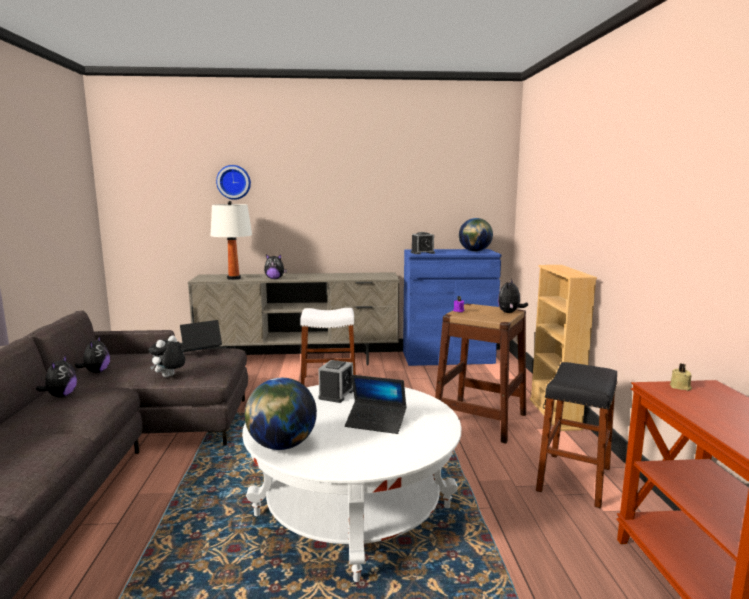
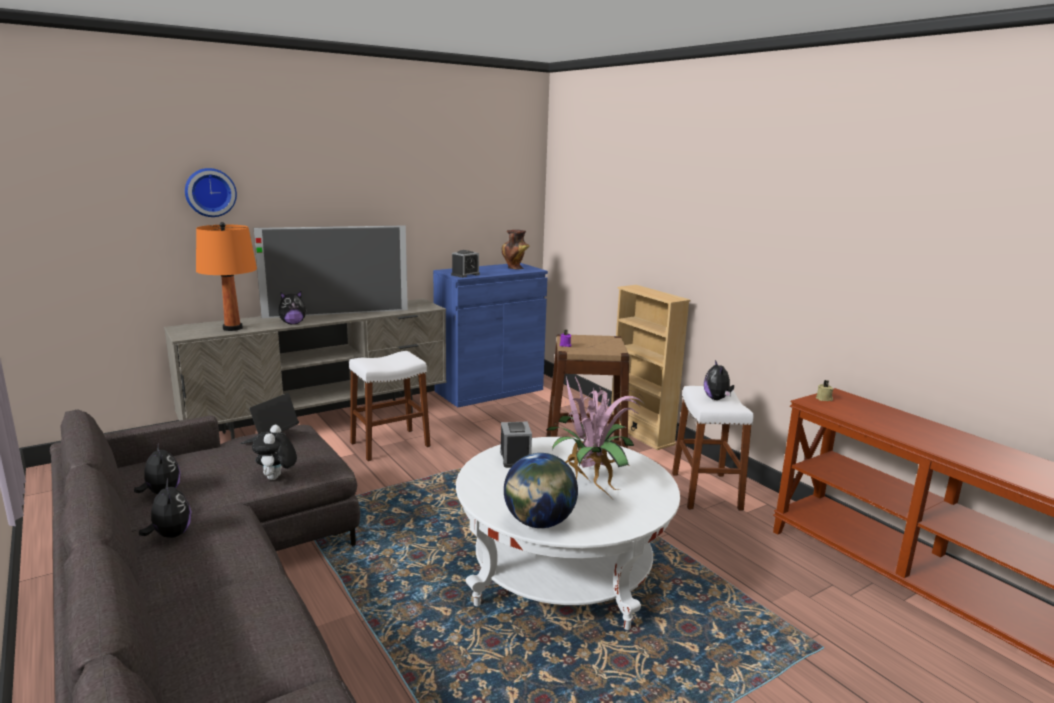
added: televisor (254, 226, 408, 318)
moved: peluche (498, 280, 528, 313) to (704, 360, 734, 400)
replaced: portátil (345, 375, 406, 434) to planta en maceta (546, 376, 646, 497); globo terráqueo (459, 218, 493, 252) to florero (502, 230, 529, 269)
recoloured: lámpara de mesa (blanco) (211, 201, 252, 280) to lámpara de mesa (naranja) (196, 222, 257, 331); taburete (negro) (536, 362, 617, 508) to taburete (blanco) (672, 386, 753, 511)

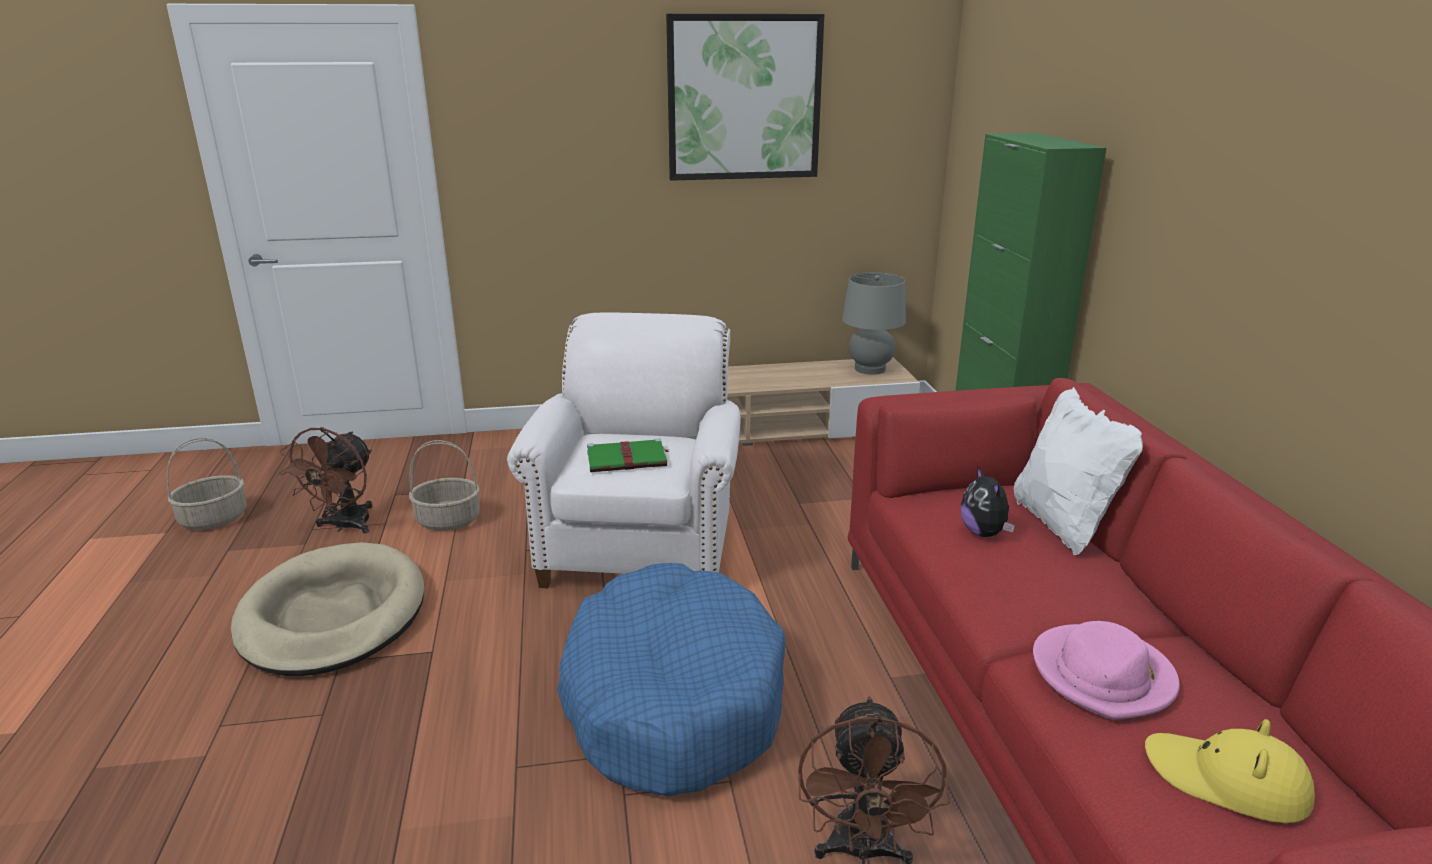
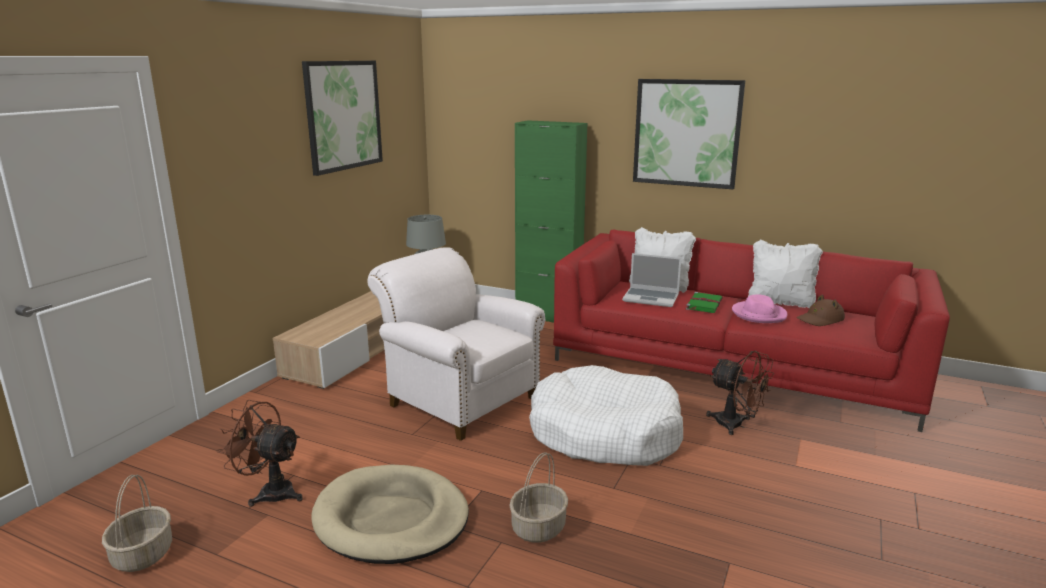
added: cuadro (633, 79, 745, 189); cojín (blanco) (748, 239, 823, 308)
moved: cesta (409, 440, 480, 531) to (509, 452, 568, 543); libro (verde) (587, 438, 669, 472) to (686, 292, 723, 313)
replaced: peluche (961, 467, 1015, 537) to portátil (622, 253, 681, 307)
recoloured: cama para perro (azul) (557, 563, 785, 797) to cama para perro (blanco) (529, 365, 683, 466); sombrero (amarillo) (1145, 719, 1315, 823) to sombrero (marrón) (797, 295, 845, 326)
turned: ventilador (marrón) (279, 427, 372, 533) = (217, 400, 303, 507) 150 degrees clockwise

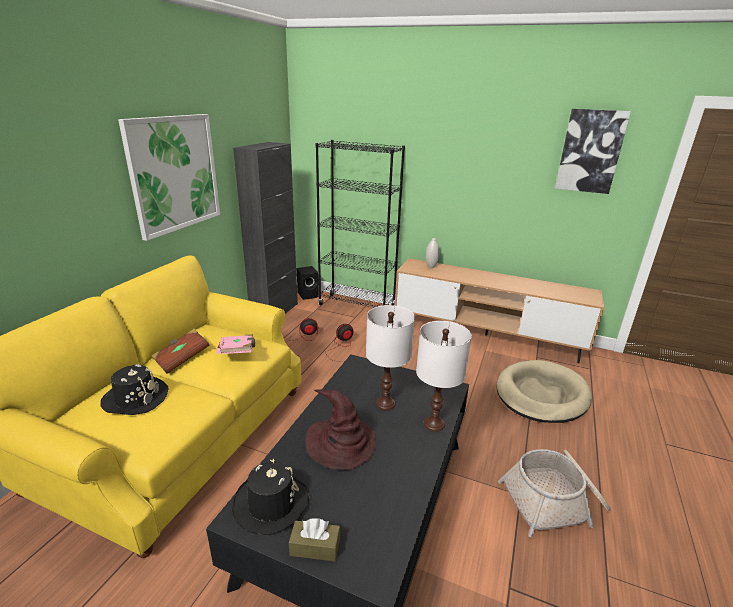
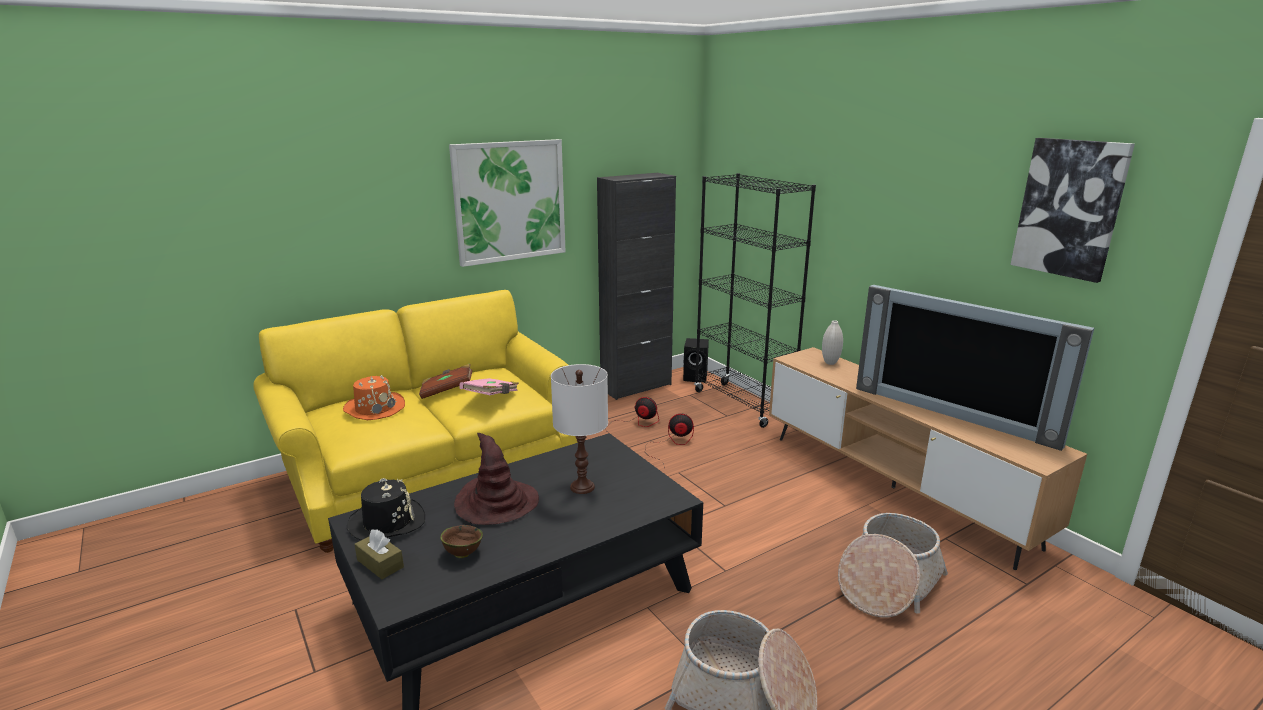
removed: lámpara de mesa (blanco) (416, 321, 472, 431)
added: cuenco (marrón) (440, 525, 483, 558); televisor (856, 285, 1094, 451)
replaced: cama para perro (beis) (496, 360, 592, 423) to cesta (838, 513, 948, 617)
recoloured: sombrero (negro) (100, 364, 169, 415) to sombrero (naranja) (343, 375, 405, 420)

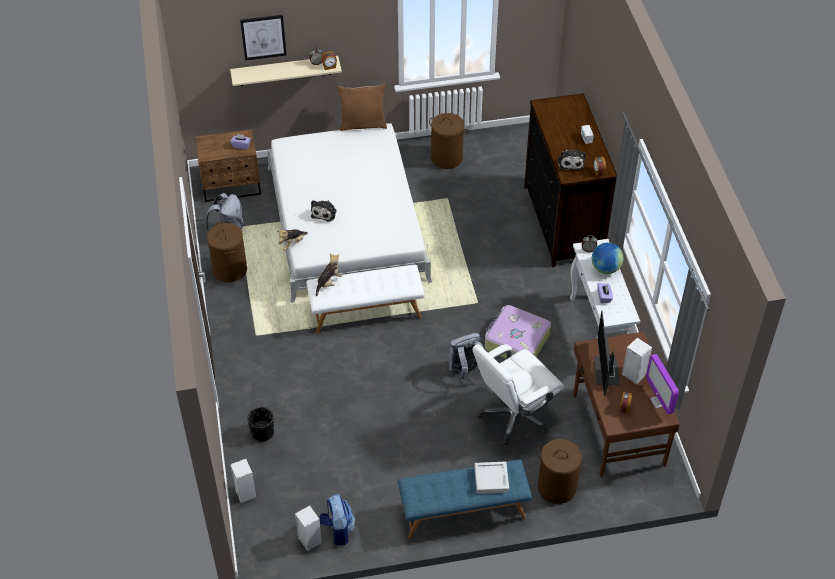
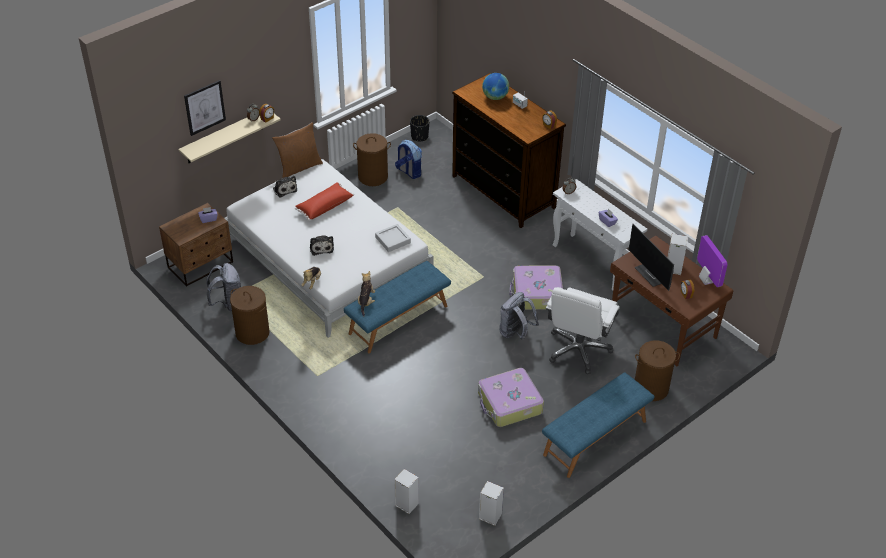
added: cojín (rojo) (295, 182, 354, 221); maleta (478, 368, 544, 427)
moved: maceta (negro) (248, 407, 274, 442) to (410, 115, 430, 141); mochila (319, 494, 356, 545) to (395, 140, 422, 179); bandeja (gris) (474, 462, 509, 494) to (375, 224, 411, 252); peluche (558, 150, 585, 171) to (273, 176, 297, 198); globo terráqueo (592, 243, 624, 274) to (482, 73, 509, 100)
recoloured: banco (blanco) (306, 265, 425, 334) to banco (azul) (344, 261, 451, 353)
turned: monitor (646, 354, 679, 415) = (697, 235, 728, 287) 150 degrees counterclockwise

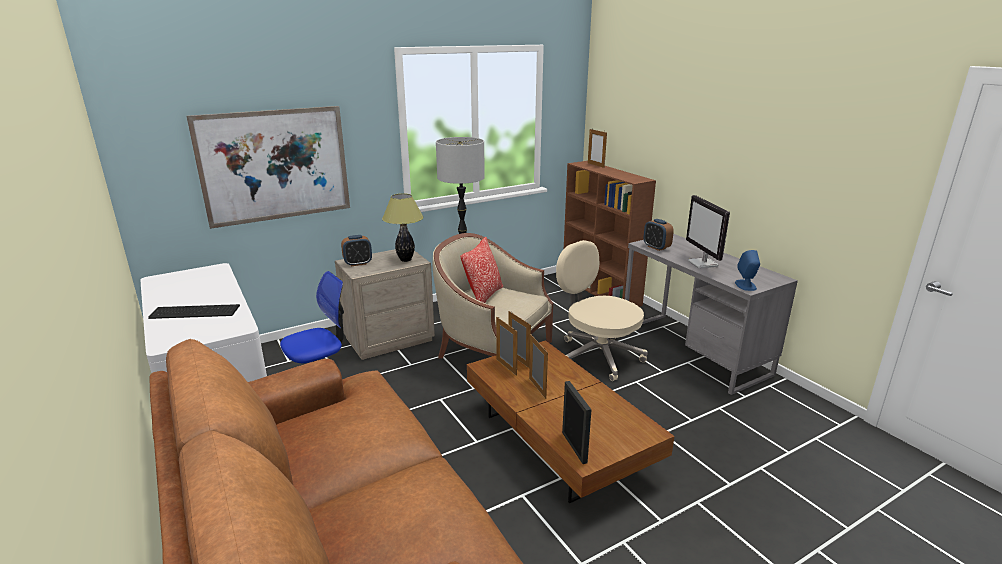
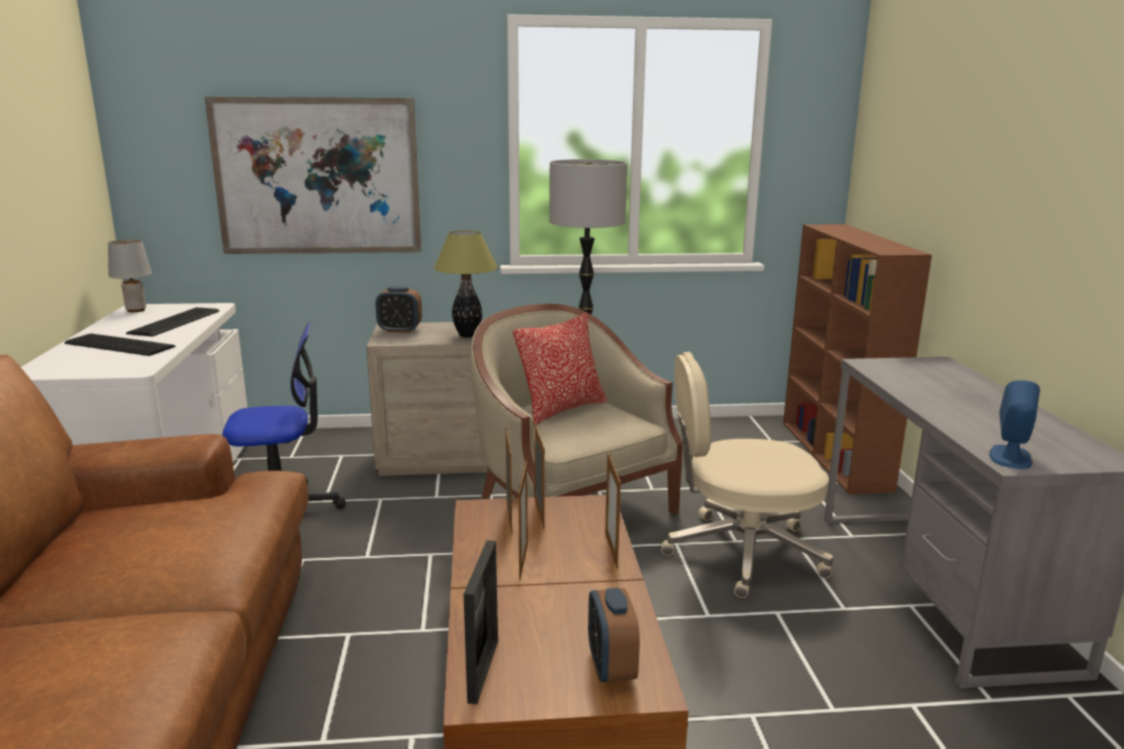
removed: monitor (686, 195, 730, 268)
added: lámpara de mesa (gris) (108, 239, 152, 312); teclado (126, 307, 220, 337)
moved: portarretratos (588, 129, 607, 168) to (605, 452, 621, 568); despertador (644, 219, 674, 251) to (588, 588, 640, 683)
turned: silla de oficina (beis) (556, 240, 648, 381) = (661, 352, 833, 598) 75 degrees counterclockwise

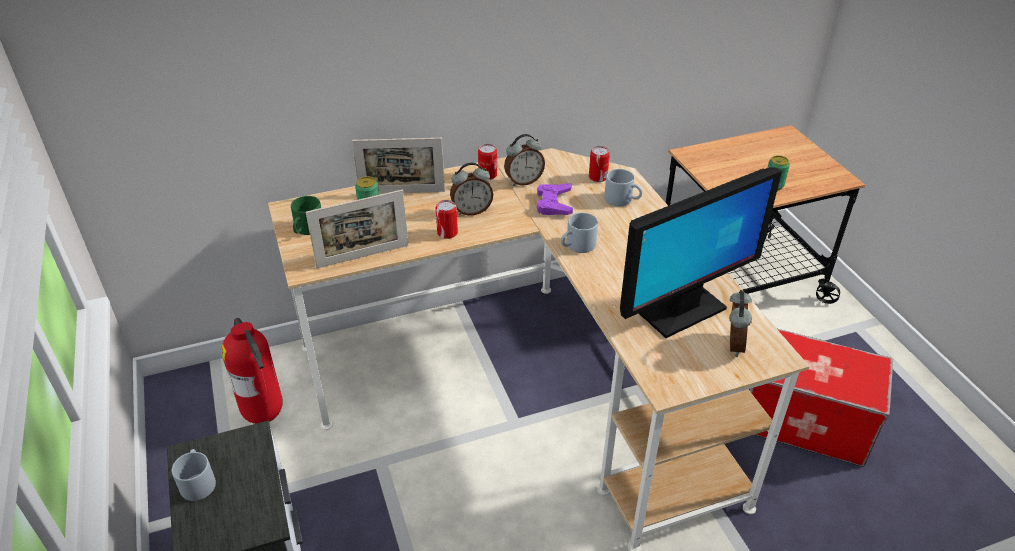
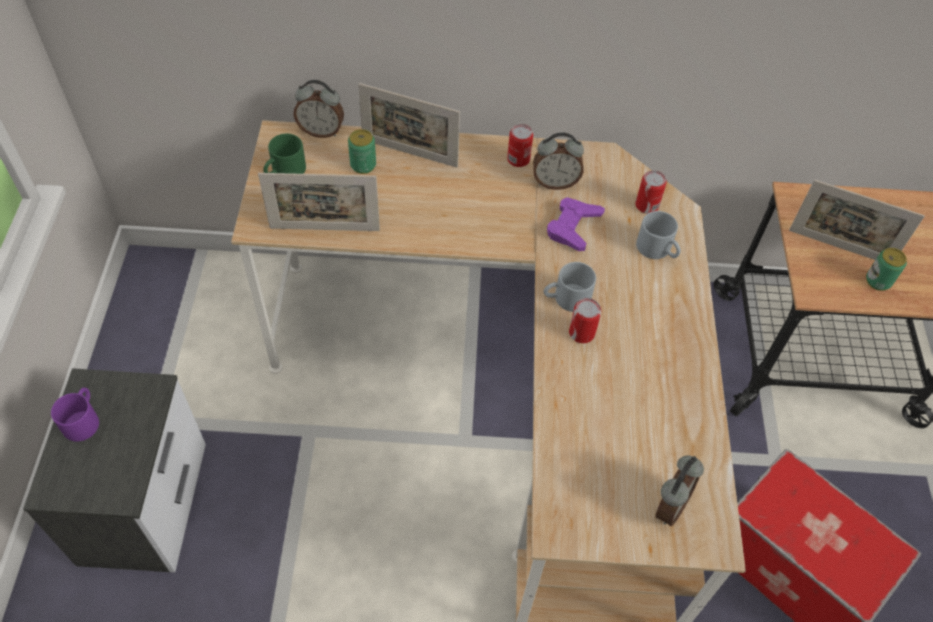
removed: extintor (221, 318, 283, 424); monitor (620, 167, 782, 338)
added: portarretratos (789, 180, 925, 260)
moved: lata (436, 200, 458, 239) to (569, 298, 601, 343); despertador (450, 163, 493, 215) to (294, 80, 344, 138)
recoloured: taza grande (gris) (172, 449, 216, 501) to taza grande (morado) (51, 388, 99, 442)

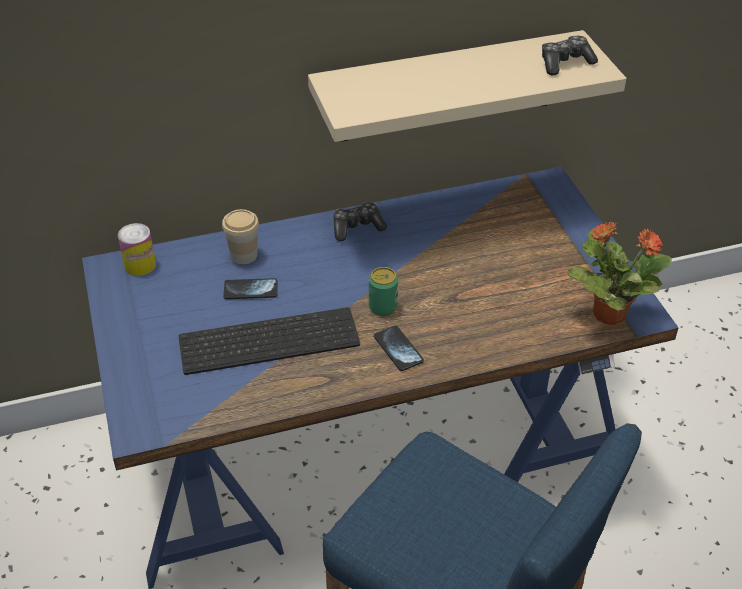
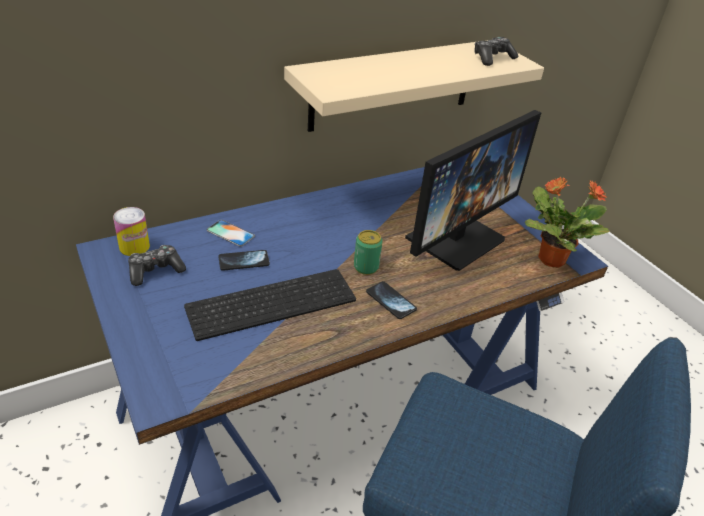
added: monitor (405, 110, 541, 271)
moved: mando de consola (334, 202, 387, 241) to (128, 245, 186, 286)
replaced: taza (222, 209, 259, 264) to móvil (206, 220, 255, 247)

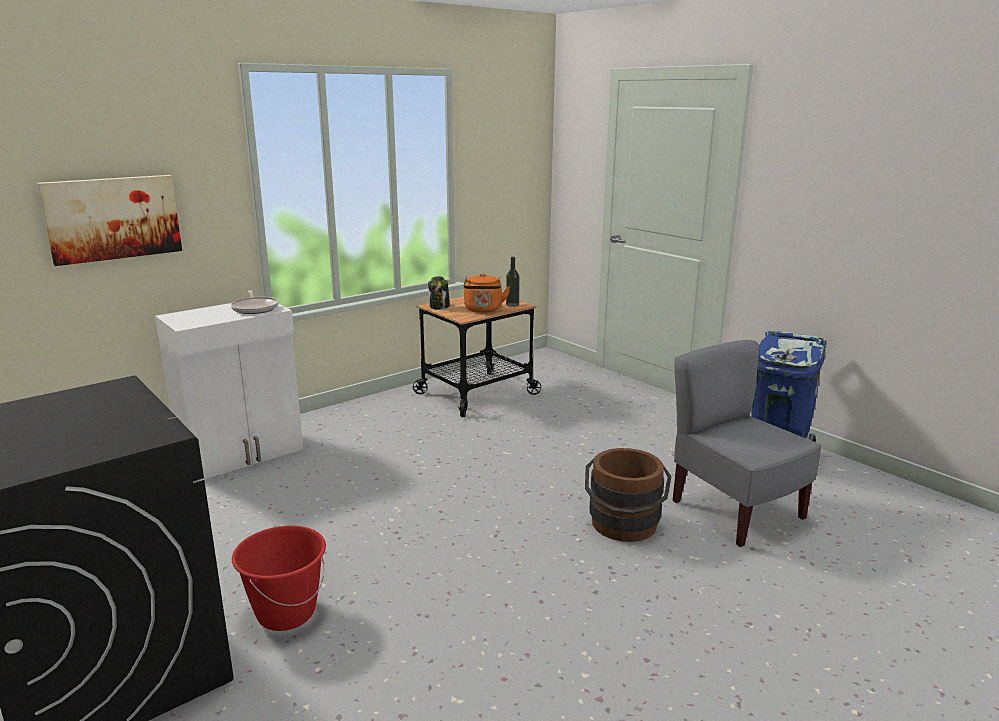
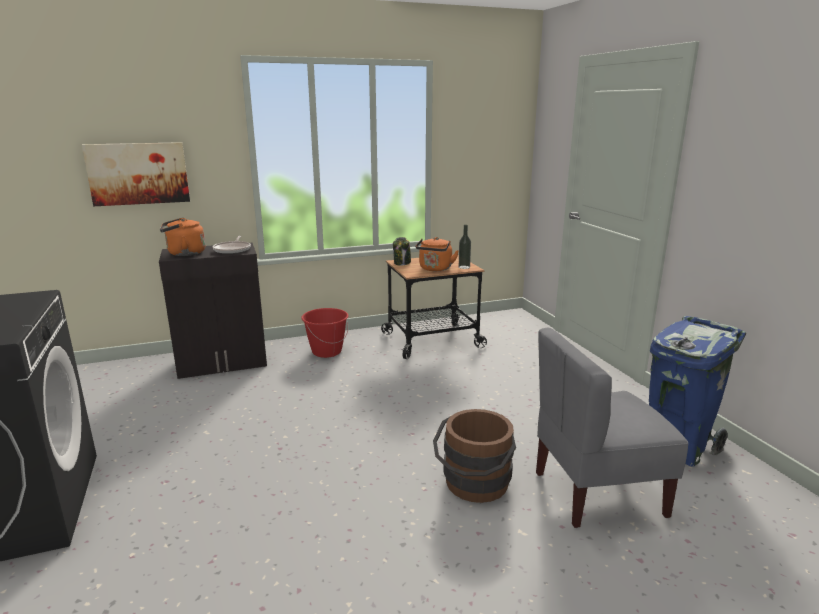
added: hervidor (naranja) (160, 217, 206, 256)
moved: cubo (rojo) (232, 526, 326, 631) to (301, 308, 348, 358)
recoloured: armario (blanco) (155, 303, 303, 479) to armario (negro) (159, 243, 267, 379)
turned: silla (gris) (672, 340, 821, 547) = (536, 328, 689, 528) 90 degrees counterclockwise

